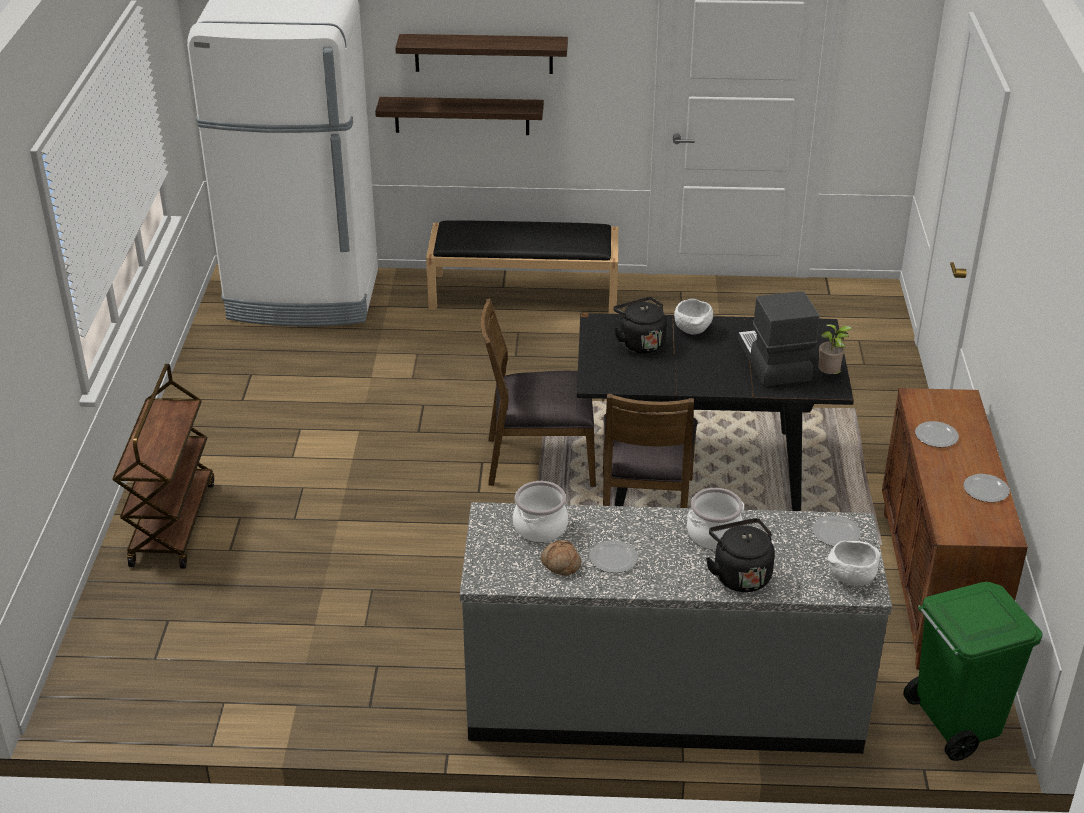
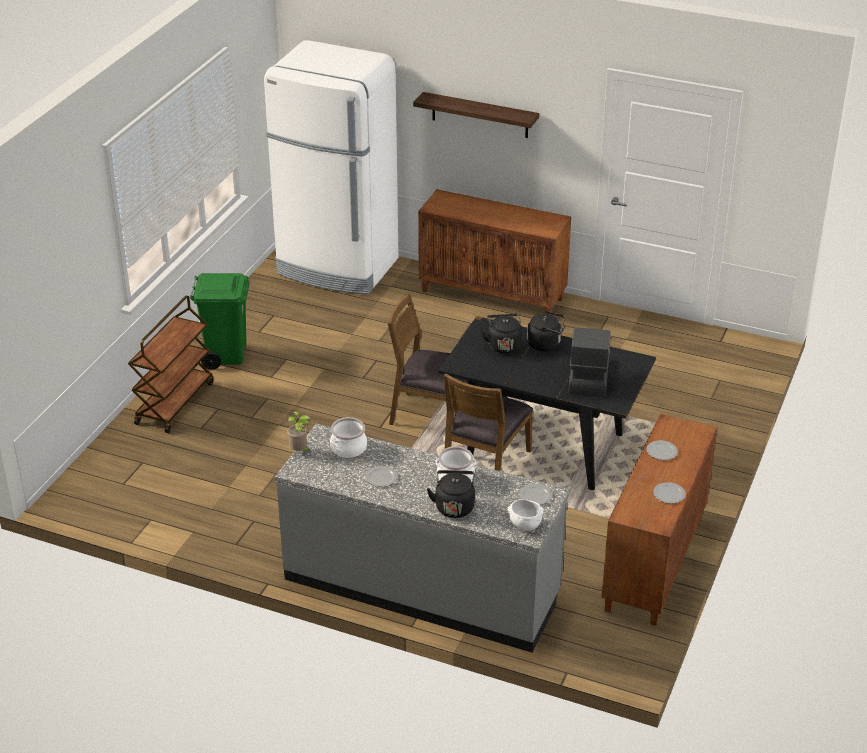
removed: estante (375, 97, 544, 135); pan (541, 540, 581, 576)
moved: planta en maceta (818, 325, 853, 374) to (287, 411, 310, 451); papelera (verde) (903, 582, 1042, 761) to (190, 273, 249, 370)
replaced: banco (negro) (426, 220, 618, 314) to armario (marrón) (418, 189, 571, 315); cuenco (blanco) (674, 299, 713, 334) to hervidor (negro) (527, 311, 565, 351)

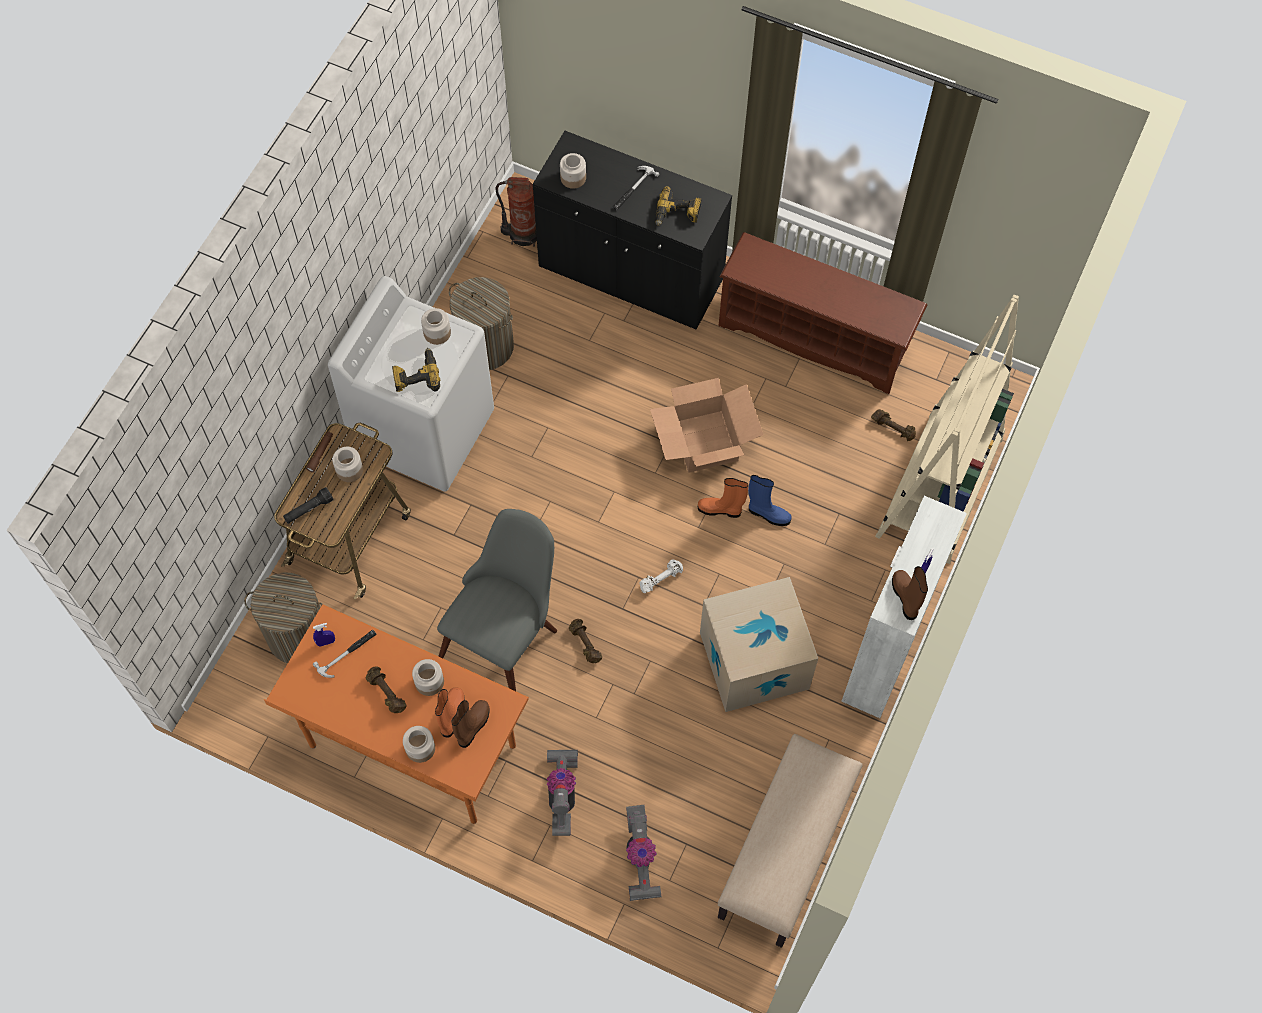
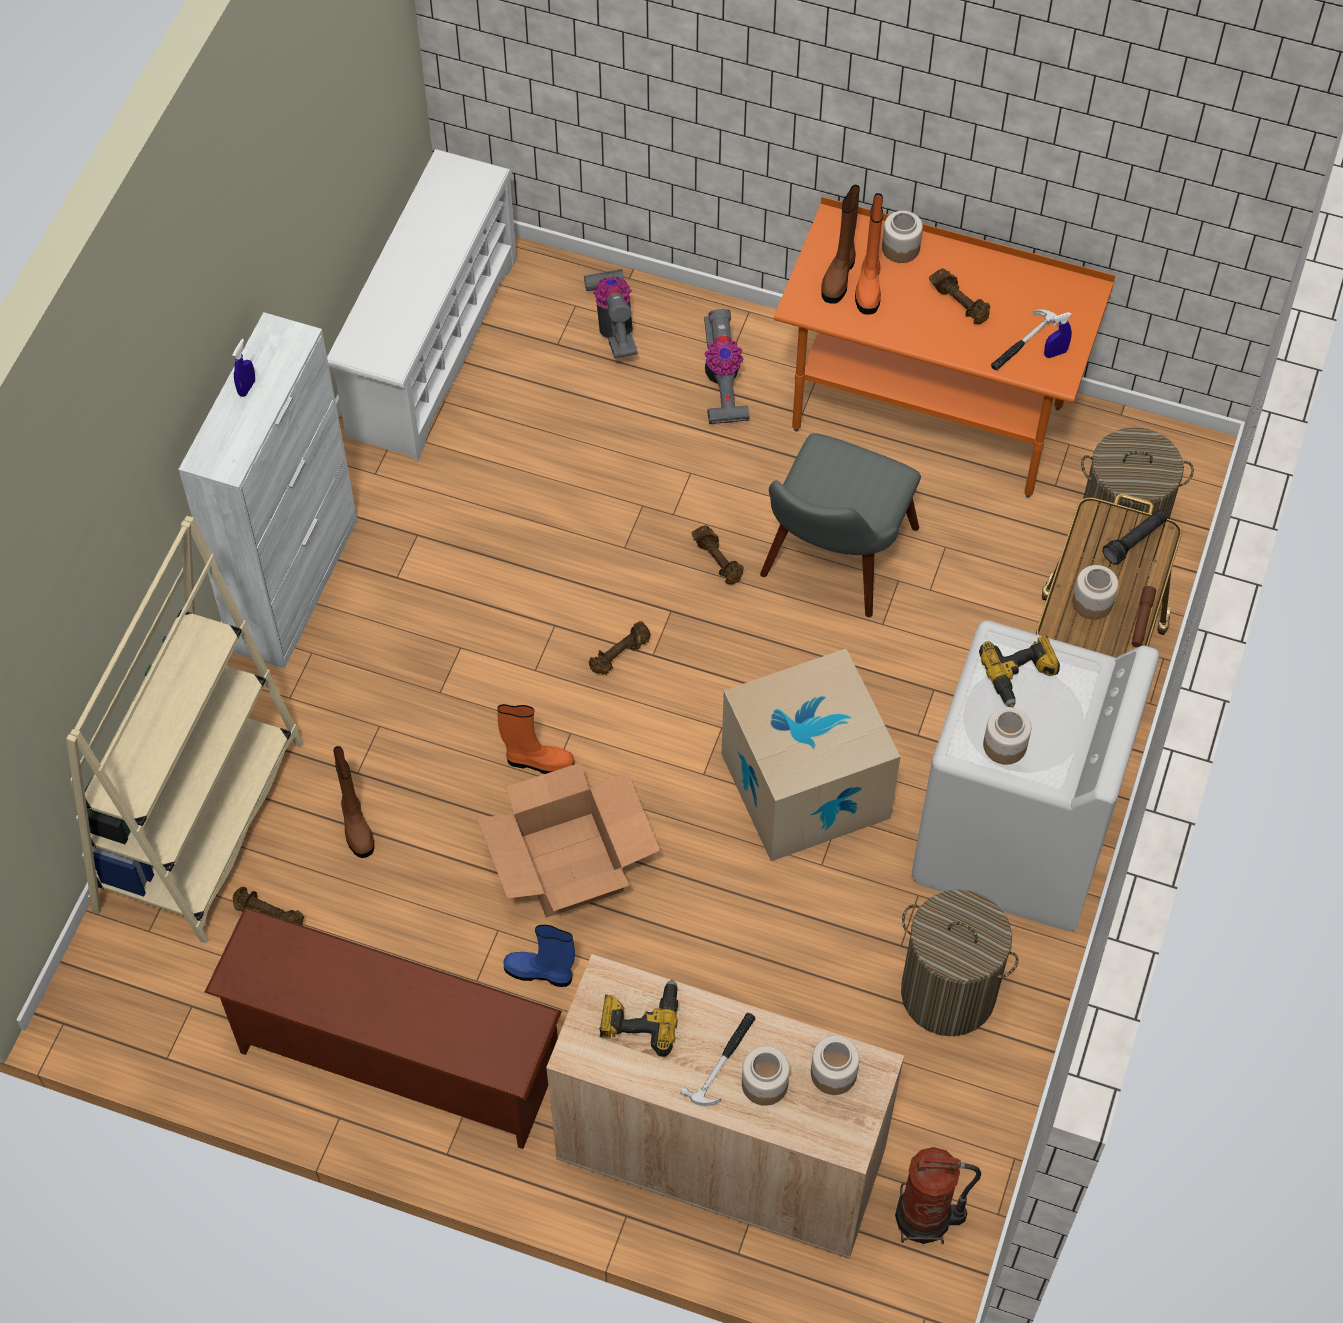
moved: tarro (412, 659, 444, 696) to (742, 1046, 790, 1106); caja de cartón (700, 577, 818, 712) to (722, 649, 900, 861); bota (azul) (748, 475, 791, 526) to (504, 925, 575, 987); bota (marrón) (892, 566, 928, 620) to (333, 746, 374, 858)
replaced: banco (beis) (718, 734, 863, 948) to zapatero (blanco) (327, 149, 517, 462)
recoloured: armario (negro) (533, 131, 732, 329) to armario (beis) (546, 954, 904, 1259); mancuerna (blanco) (639, 559, 683, 593) to mancuerna (marrón) (589, 621, 650, 675)

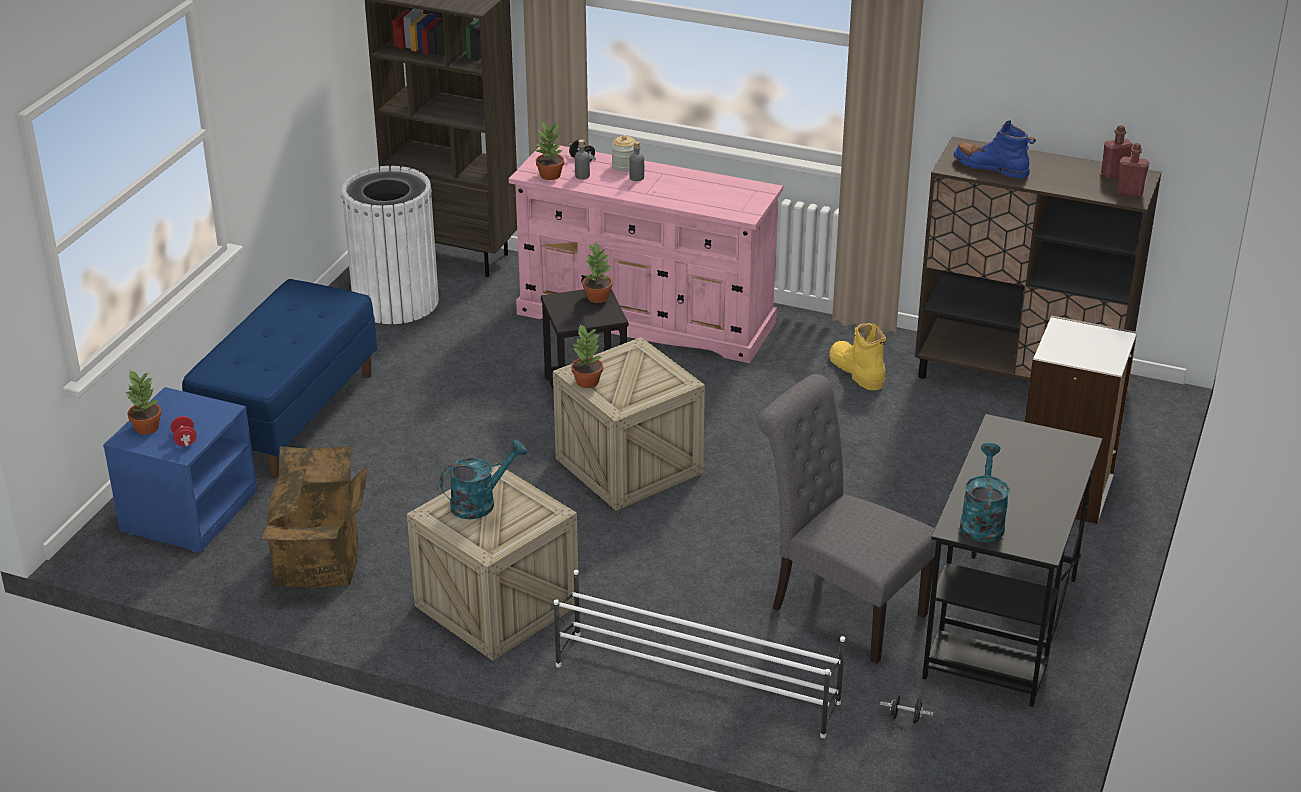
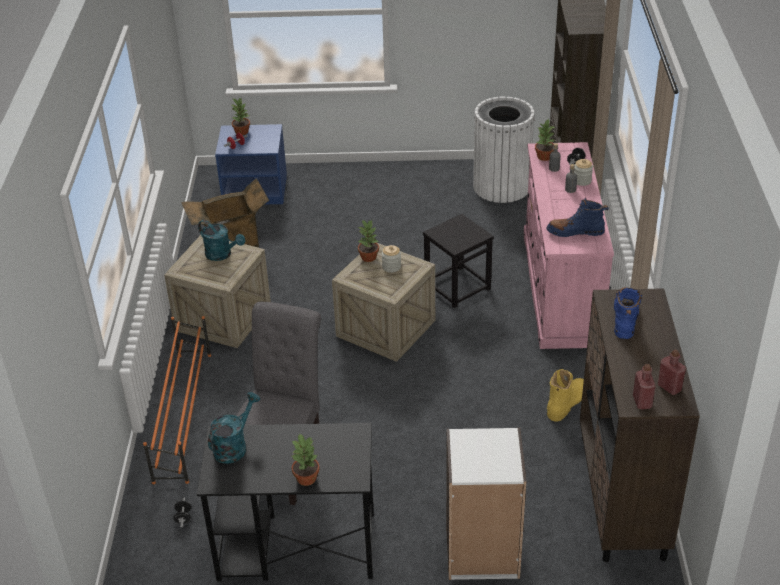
removed: banco (azul) (182, 279, 377, 479)
added: tarro (382, 245, 401, 273); bota (azul) (547, 198, 609, 237)
moved: planta en maceta (583, 241, 612, 303) to (291, 433, 320, 486)
recoloured: zapatero (blanco) (554, 570, 845, 738) to zapatero (naranja) (143, 316, 211, 484)
turned: regadera (turquesa) (960, 443, 1010, 542) = (208, 392, 260, 464) 45 degrees counterclockwise

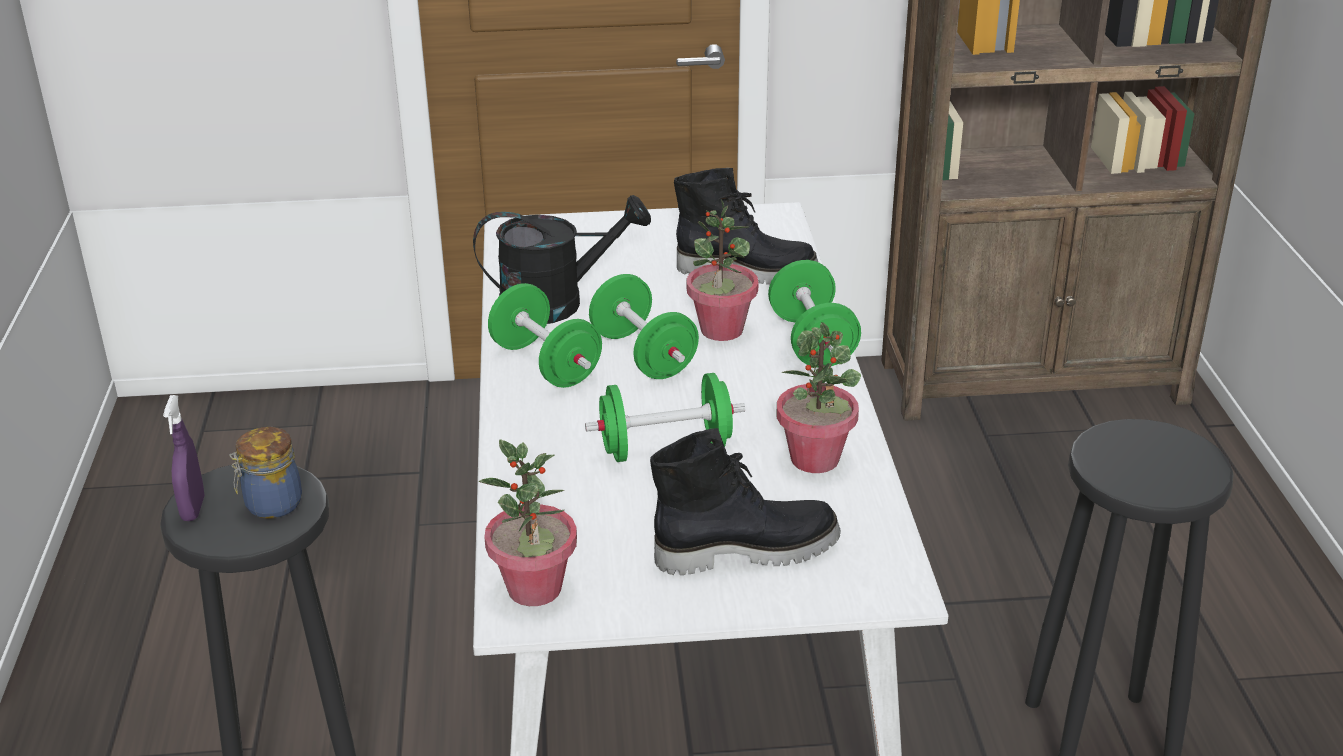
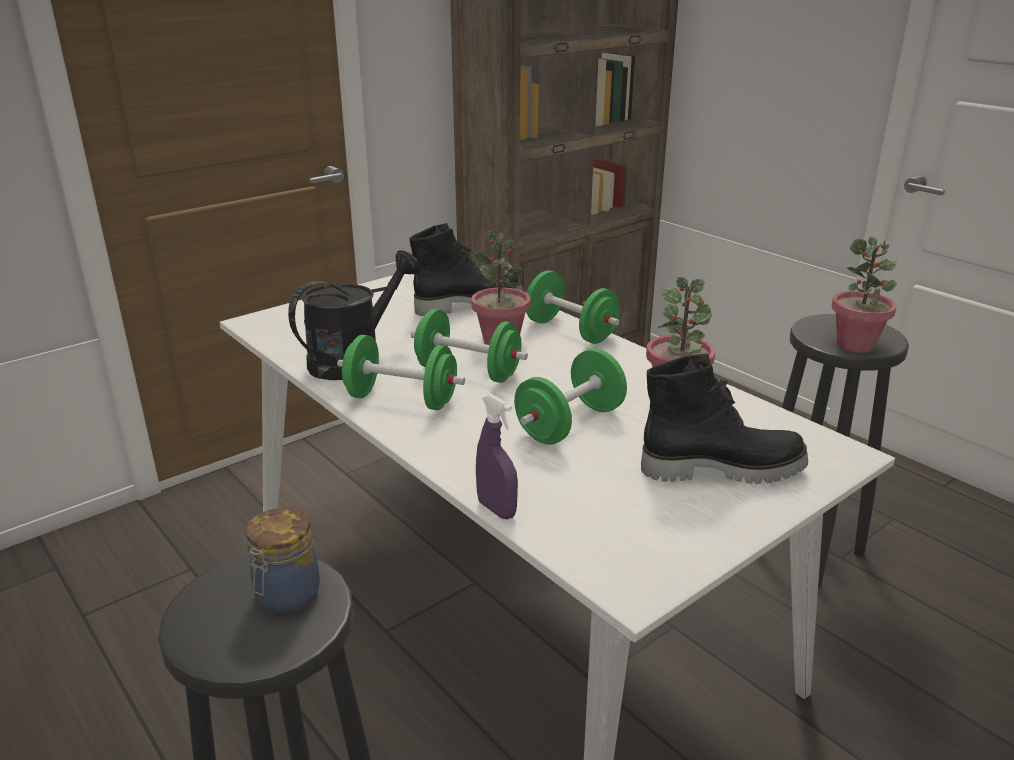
moved: pulverizador (morado) (163, 395, 204, 521) to (476, 394, 518, 519); planta en maceta (479, 440, 577, 606) to (832, 237, 897, 353)
turned: bota (negro) (650, 428, 841, 575) = (641, 353, 808, 484) 45 degrees clockwise

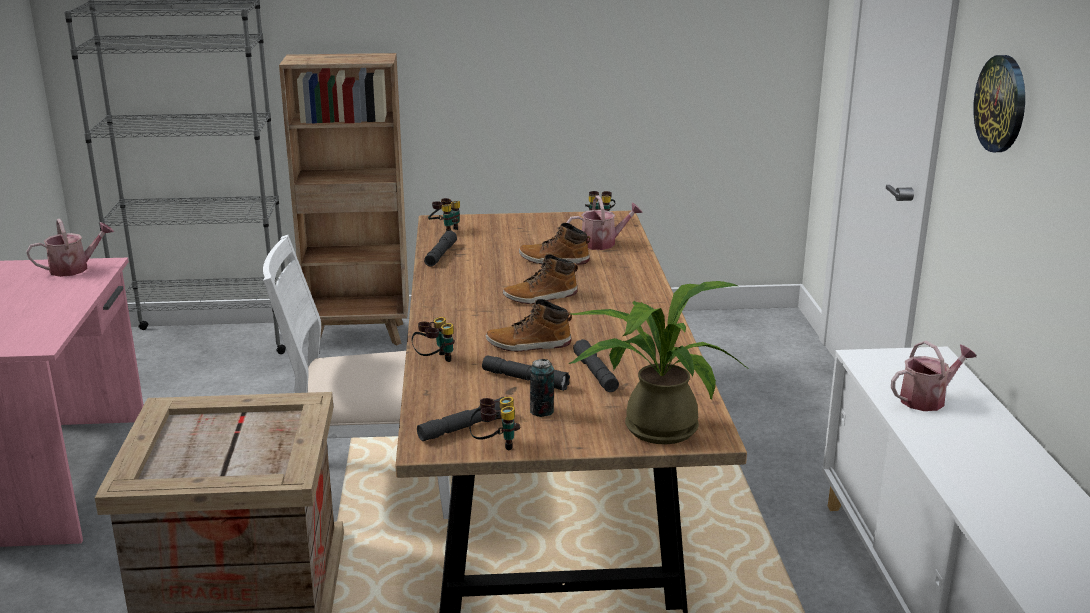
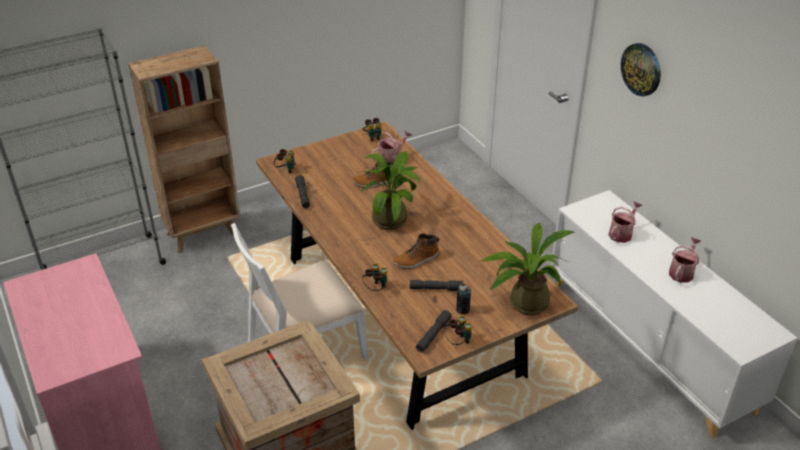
removed: linterna (gris) (573, 339, 619, 392)
moved: regadera (26, 219, 114, 277) to (669, 237, 701, 283)
replaced: bota (503, 254, 578, 304) to planta en maceta (361, 151, 420, 230)

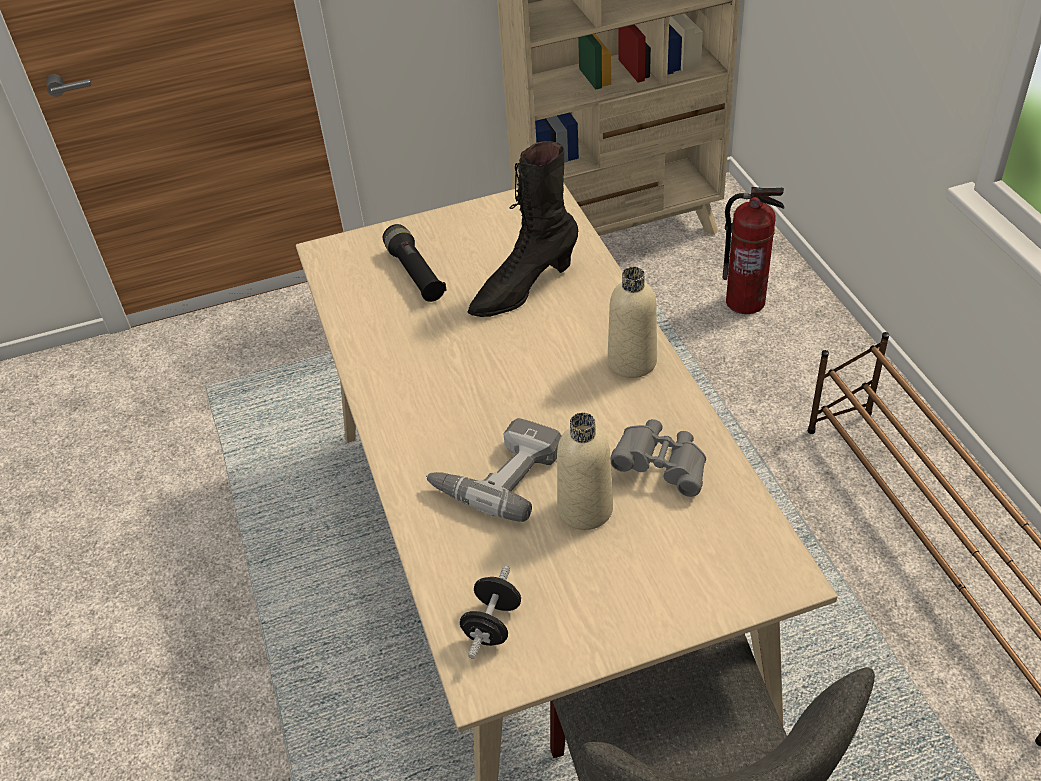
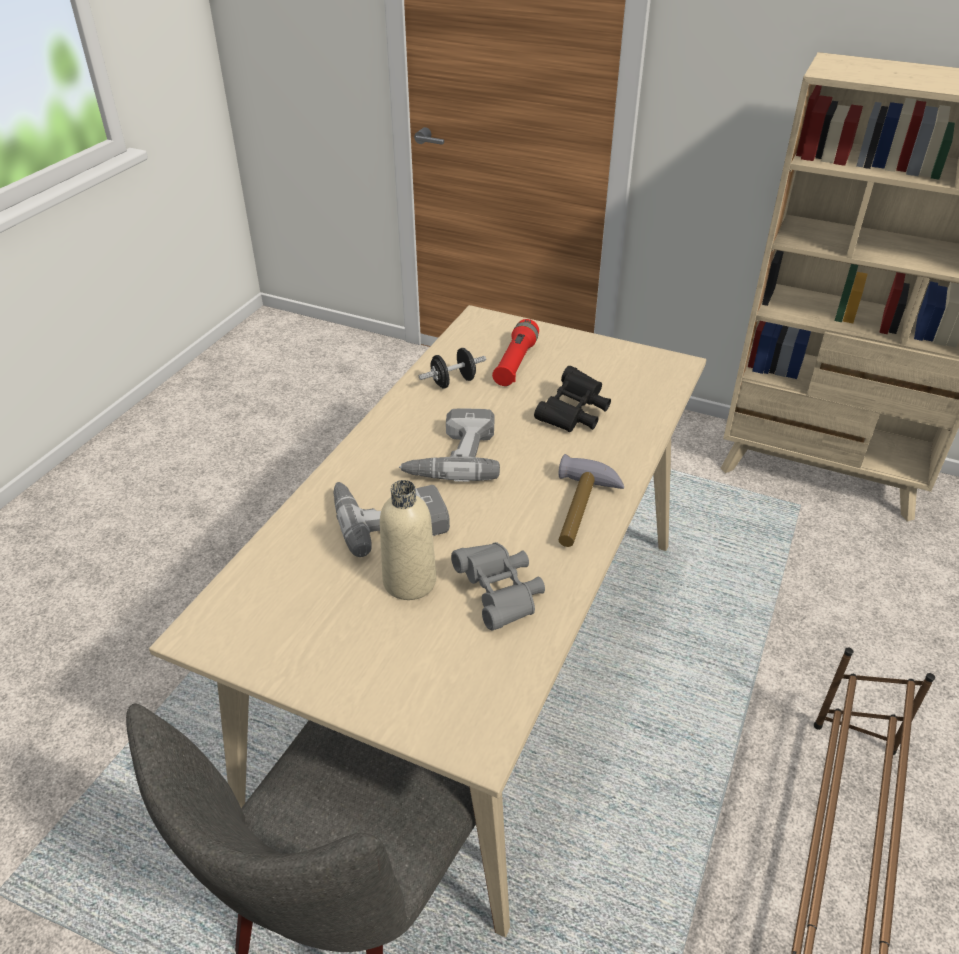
removed: extintor (723, 187, 784, 314)
added: taladro (399, 408, 500, 482)
moved: mancuerna (negro) (460, 566, 521, 659) to (419, 348, 486, 388)
replaced: bota (negro) (467, 141, 578, 317) to prismáticos (negro) (534, 366, 611, 432); botella (beis) (608, 267, 657, 378) to martillo (558, 454, 624, 547)
recoloured: linterna (negro) (383, 224, 447, 302) to linterna (rojo) (492, 319, 539, 386)

